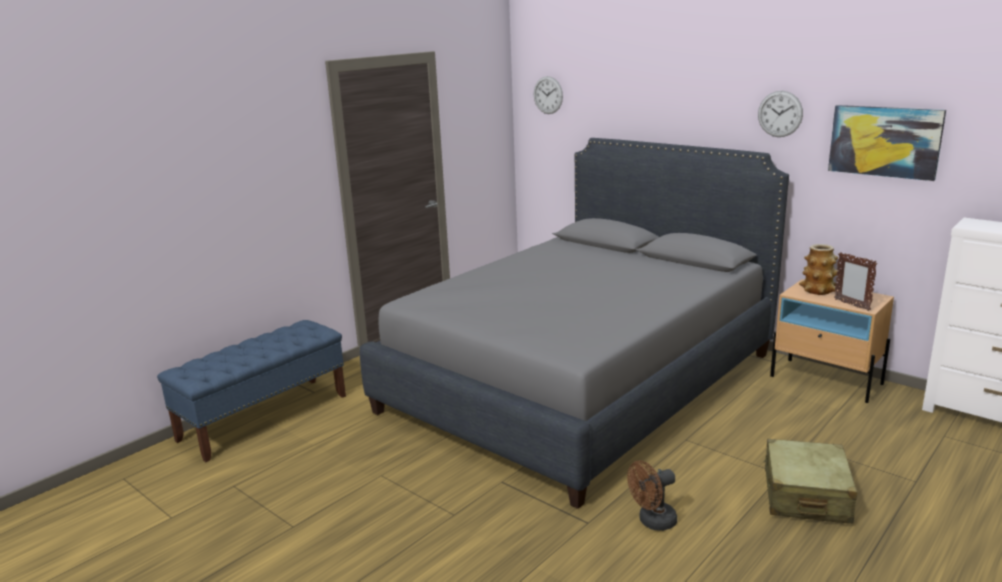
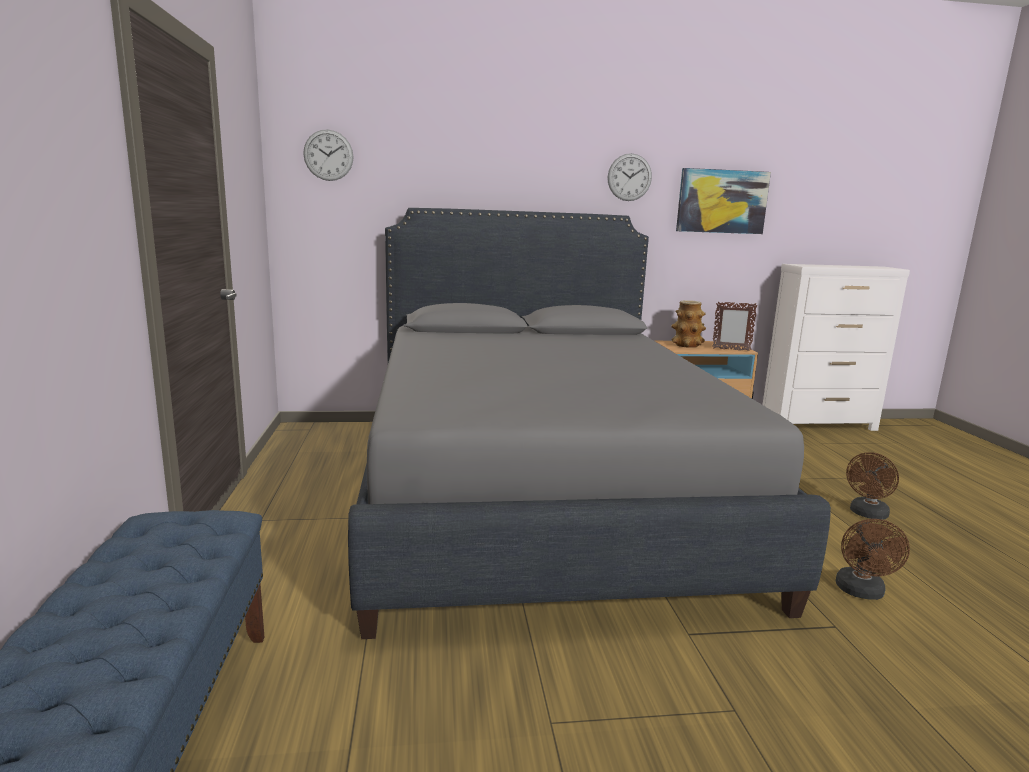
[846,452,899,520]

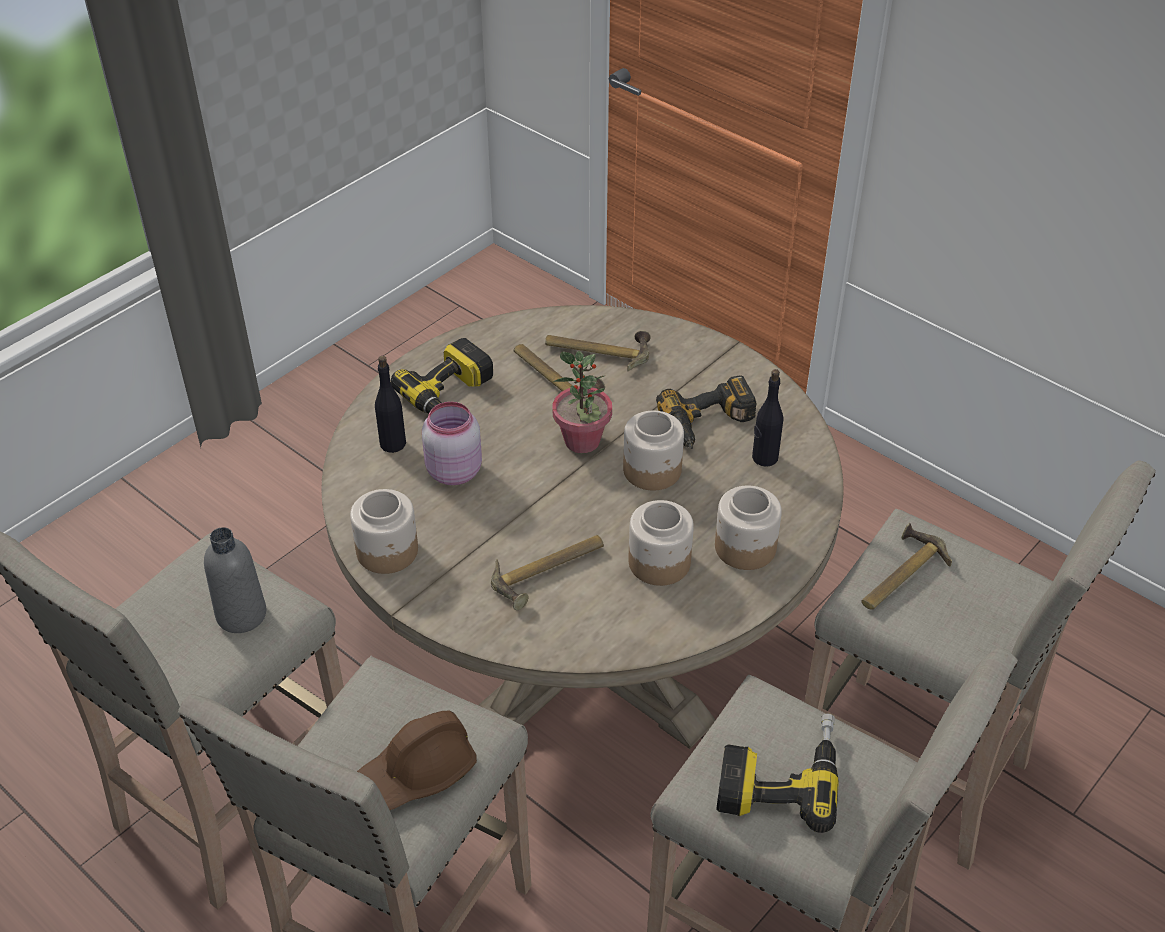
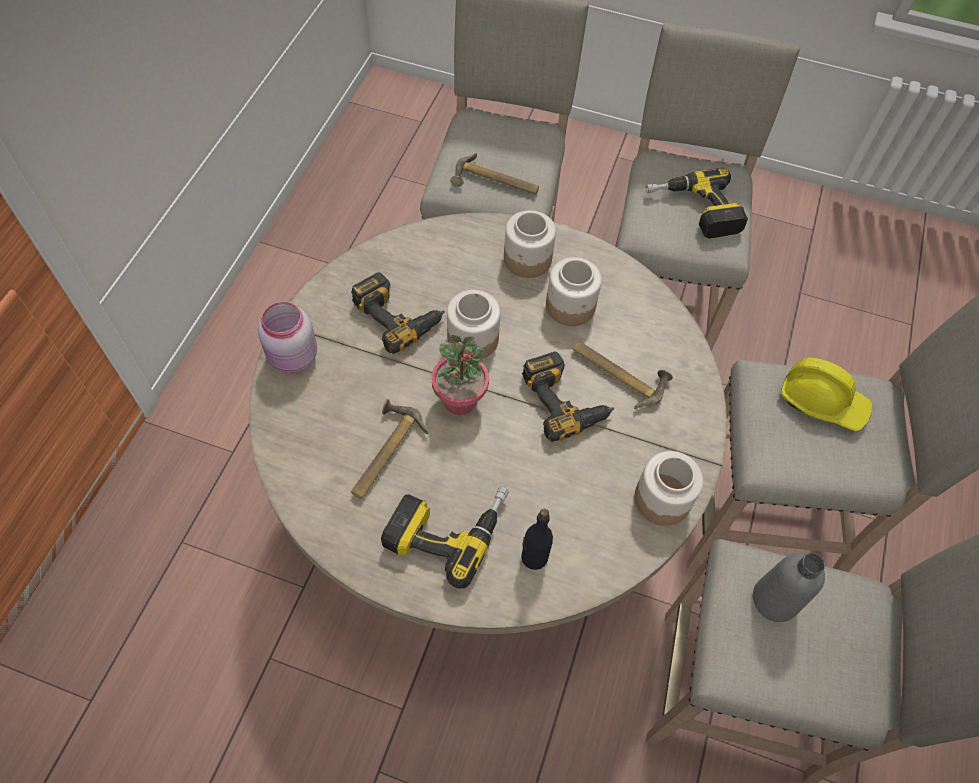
[781,358,872,431]
[258,302,317,373]
[545,330,651,371] (first image)
[752,369,783,467] (first image)
[522,352,614,442]

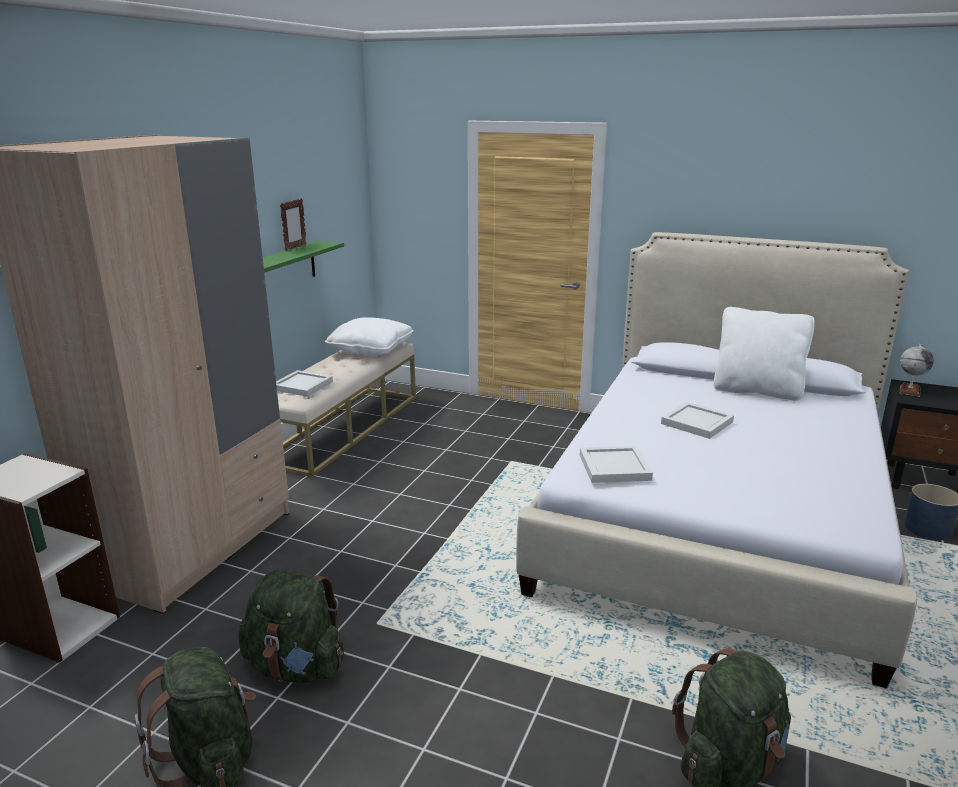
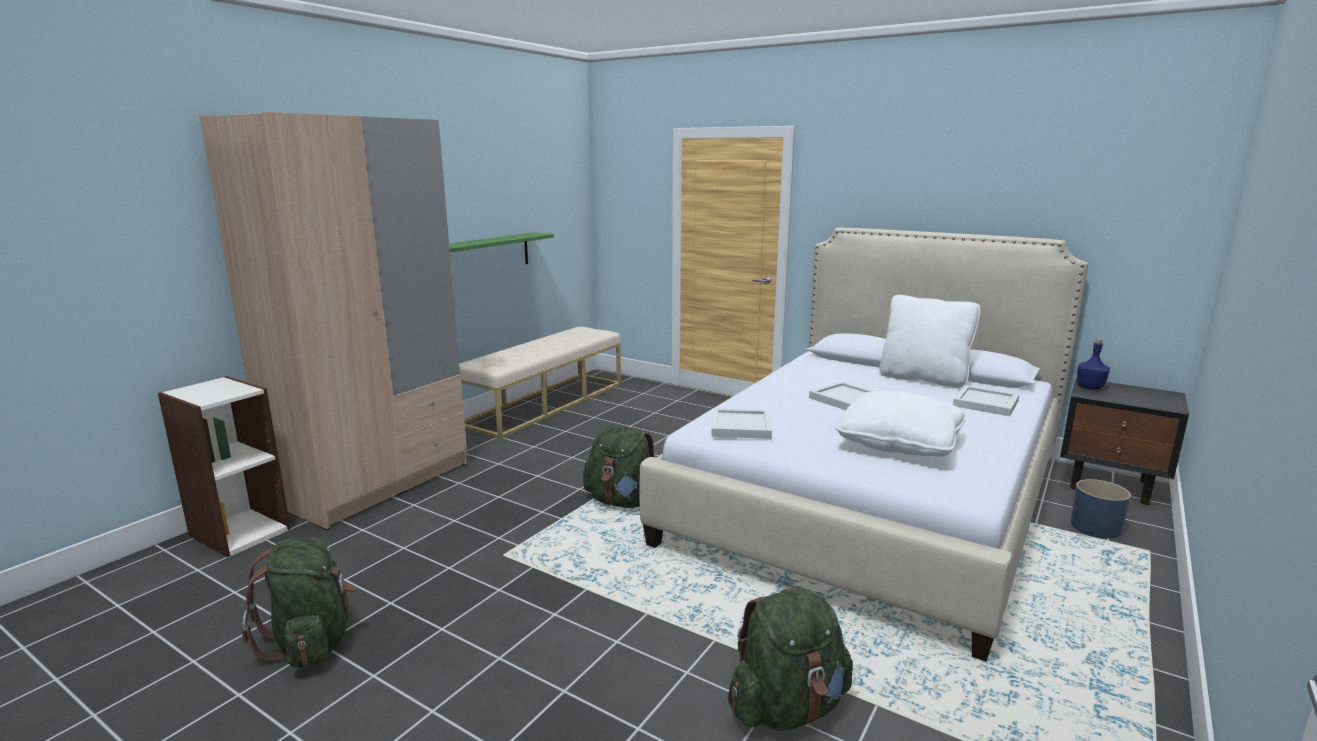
[583,425,656,508]
[953,385,1019,416]
[280,198,307,251] (first image)
[835,391,966,457]
[1077,339,1110,390]

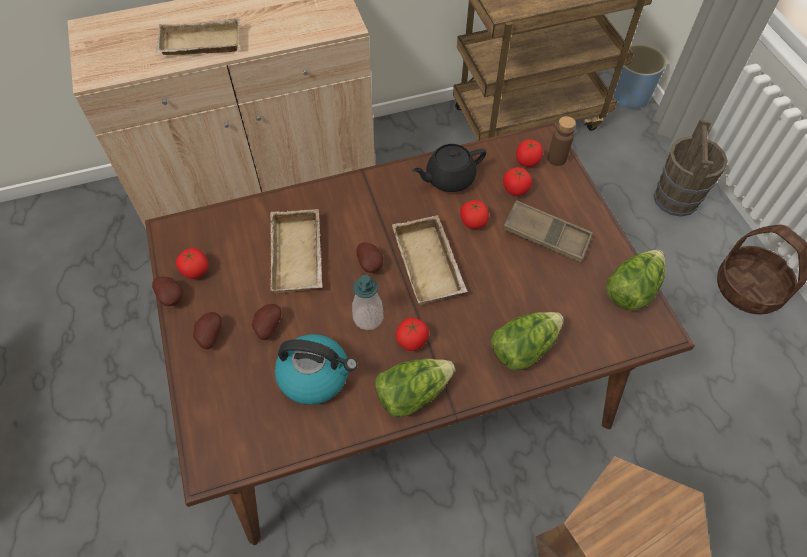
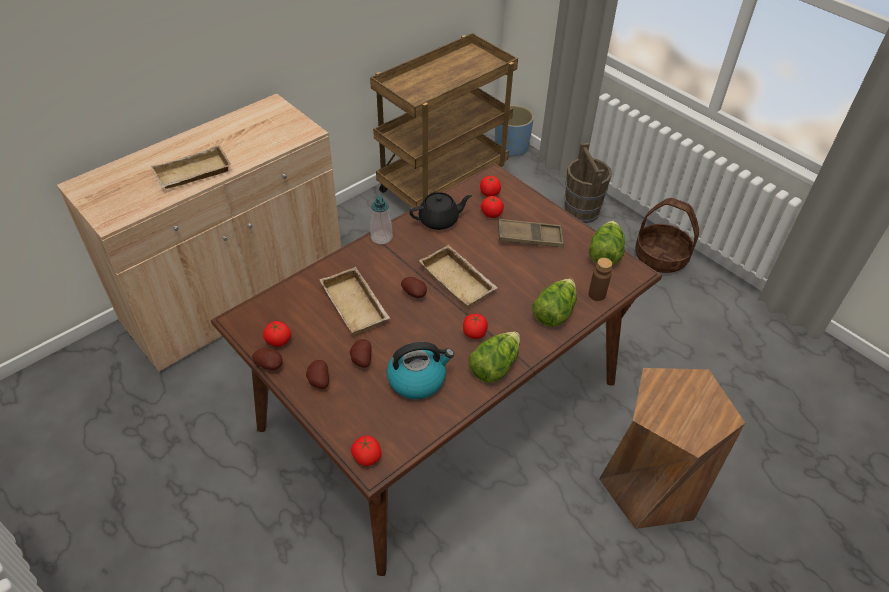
[370,196,393,244]
[409,192,472,230]
[351,436,381,466]
[588,258,612,301]

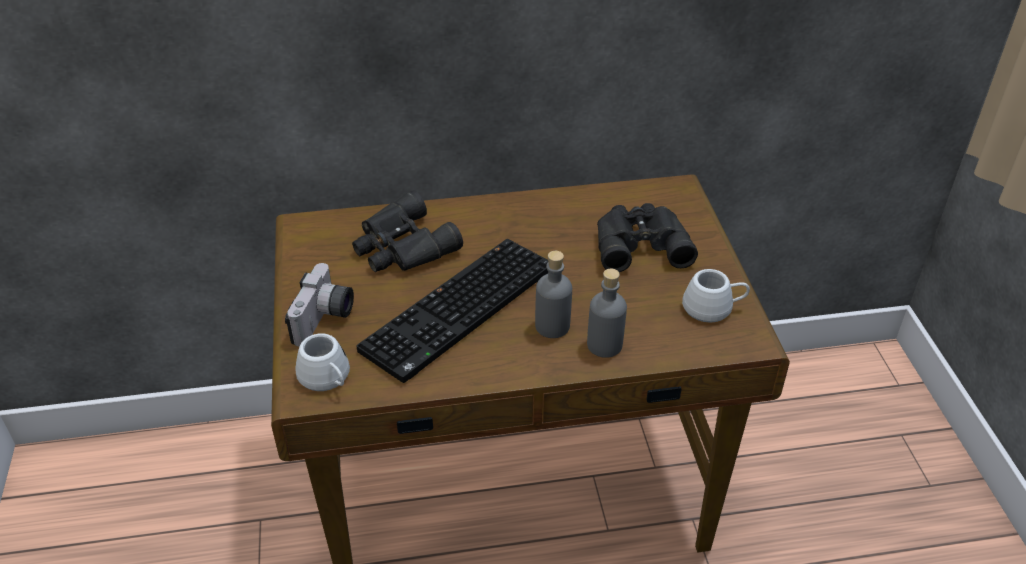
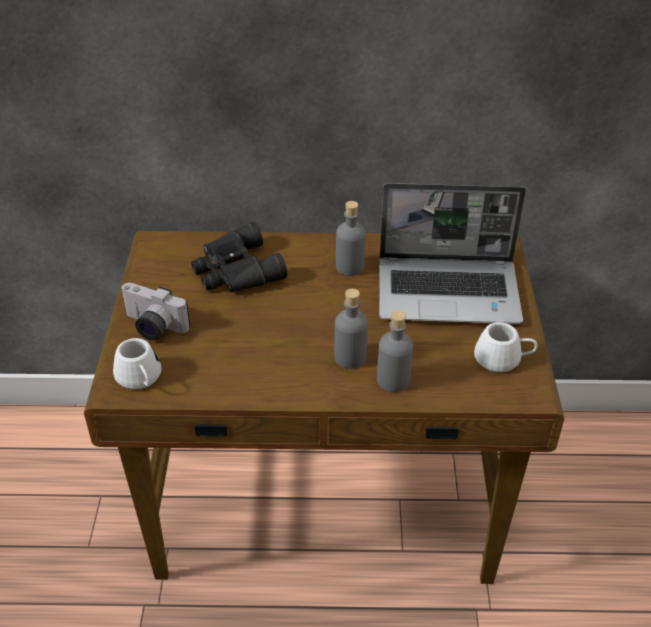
[120,283,190,341]
[356,239,548,383] (first image)
[379,183,526,324]
[336,201,366,276]

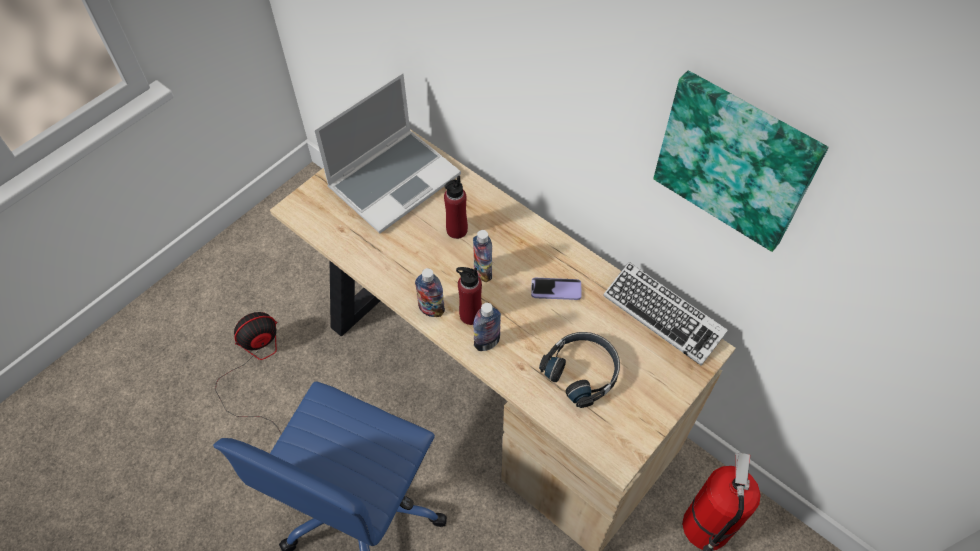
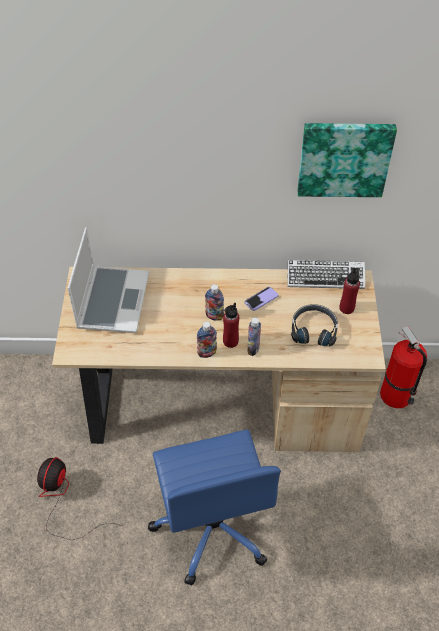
[339,268,360,314]

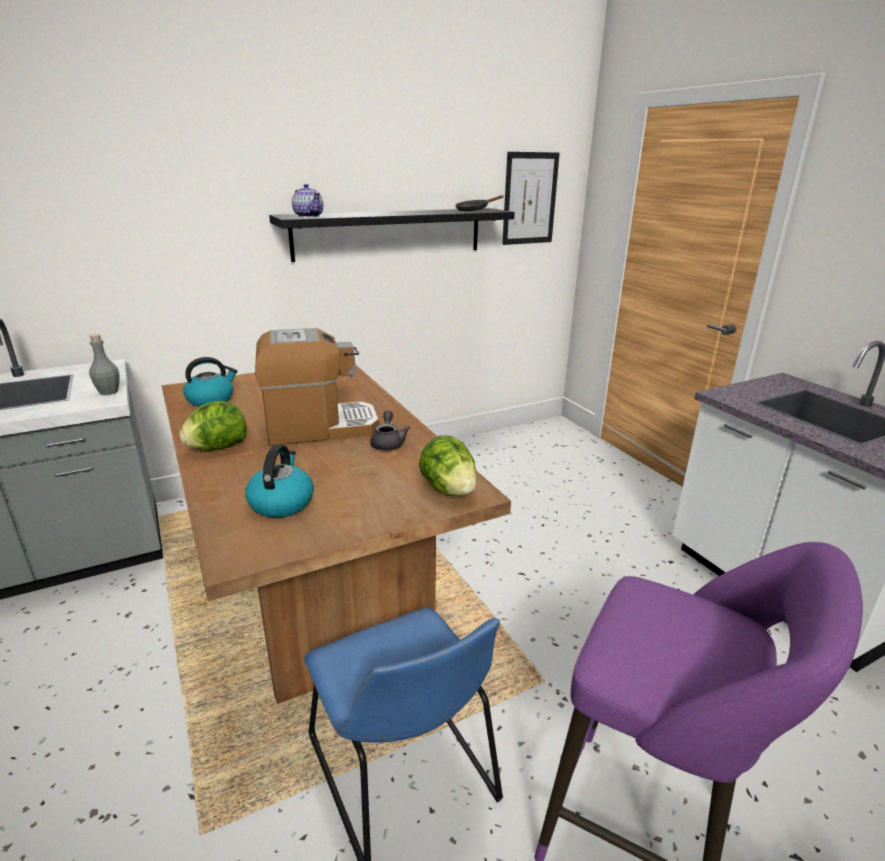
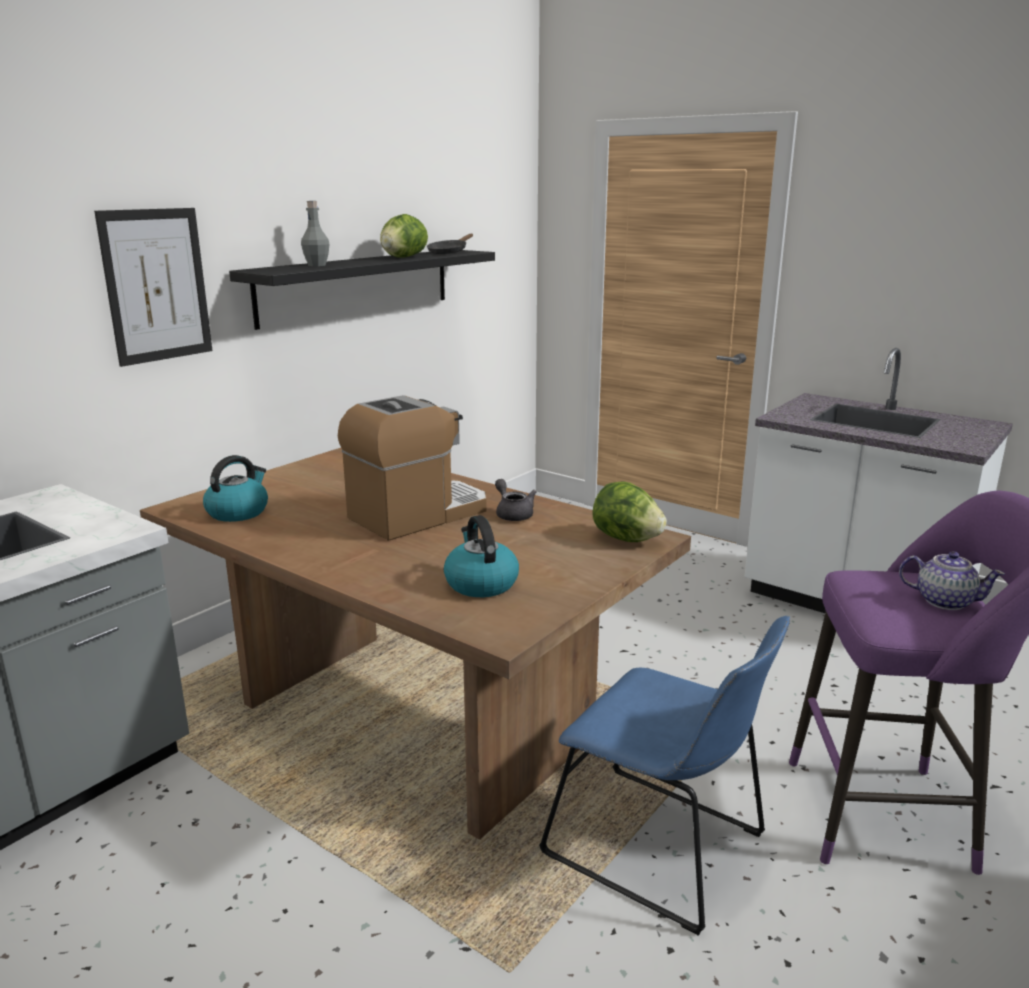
[301,201,329,266]
[380,214,428,258]
[899,551,1005,610]
[94,208,212,367]

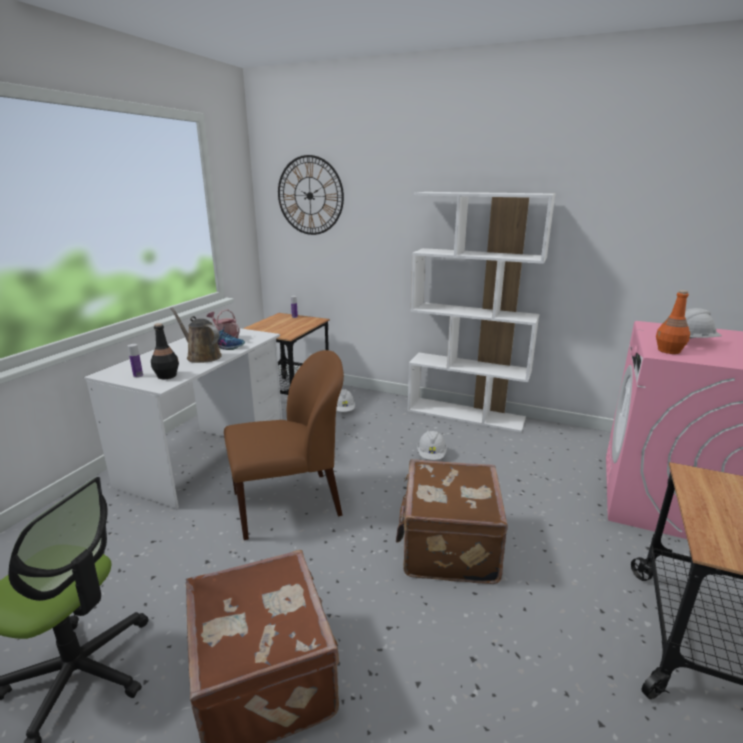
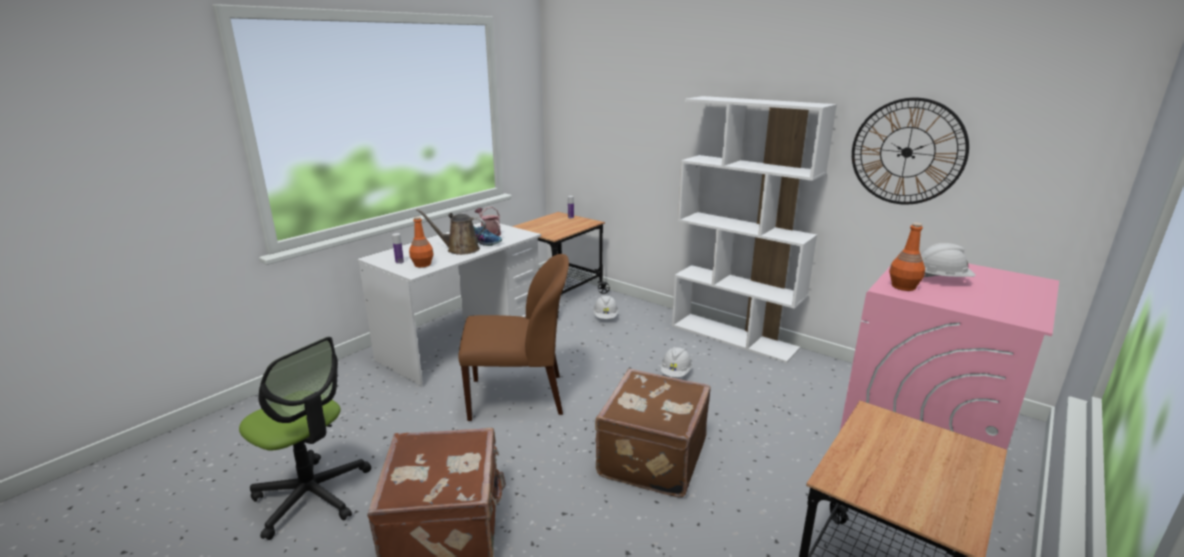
[409,216,434,268]
[416,209,486,255]
[852,98,969,205]

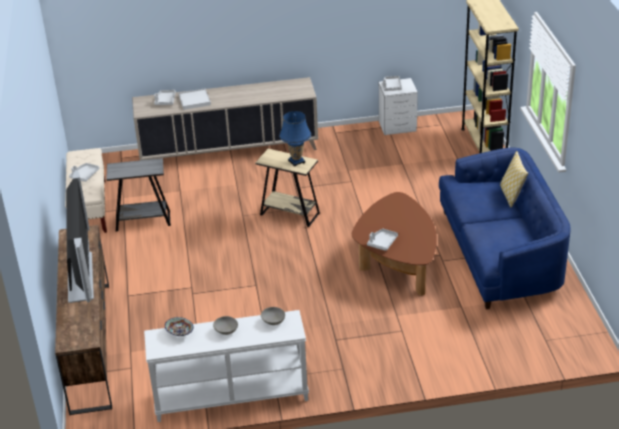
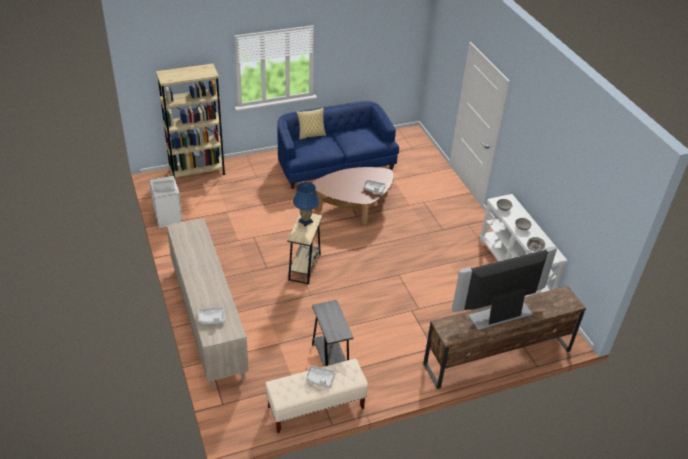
[178,88,211,110] (first image)

